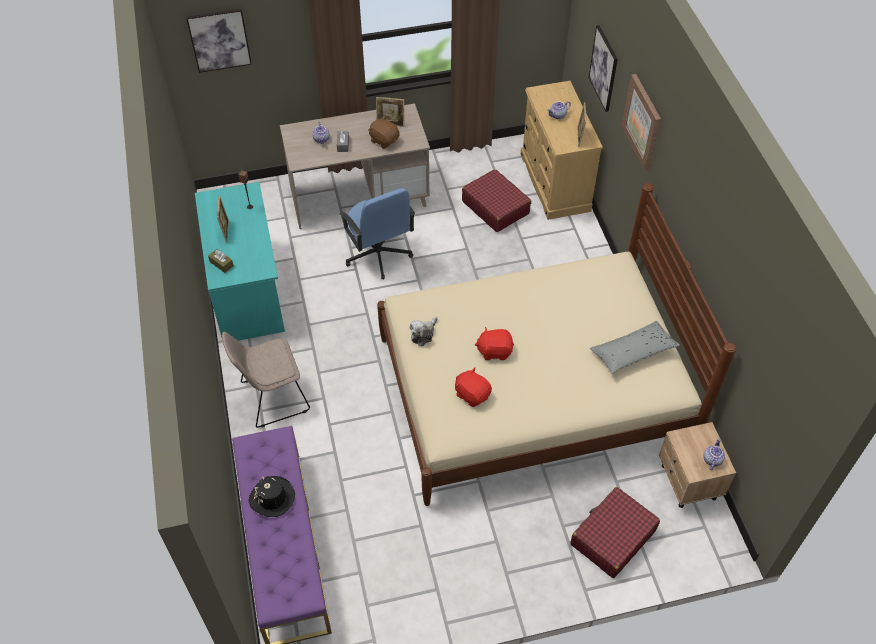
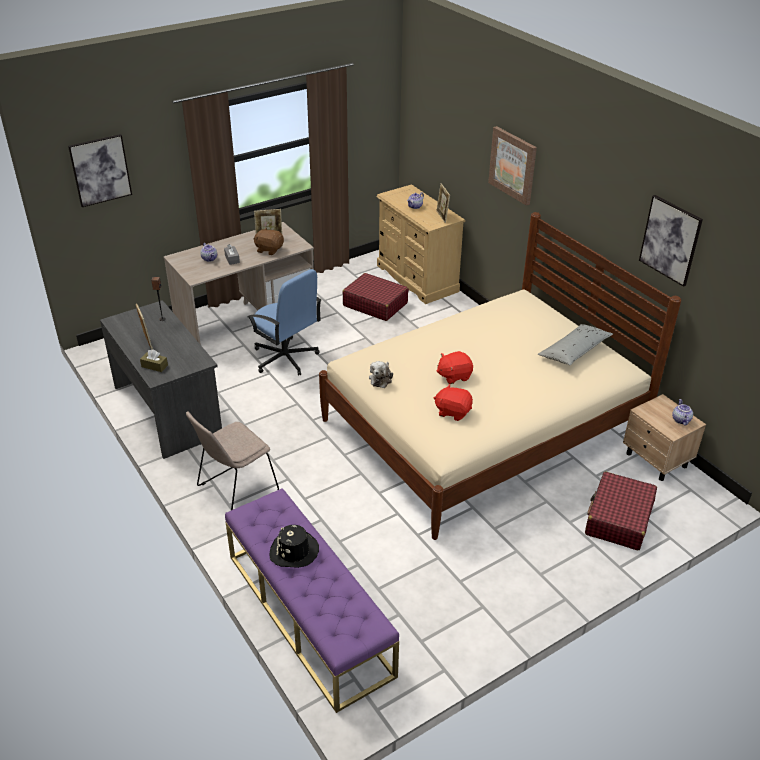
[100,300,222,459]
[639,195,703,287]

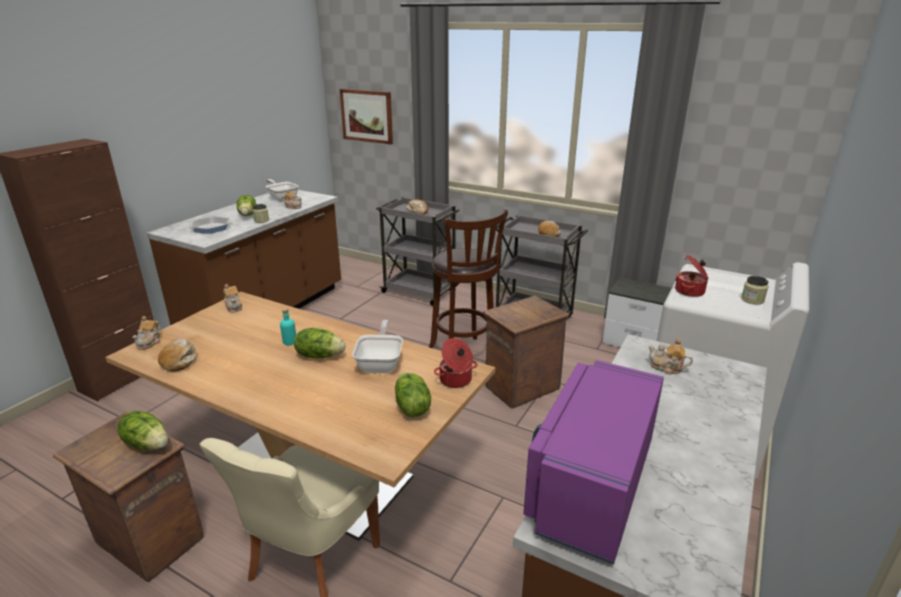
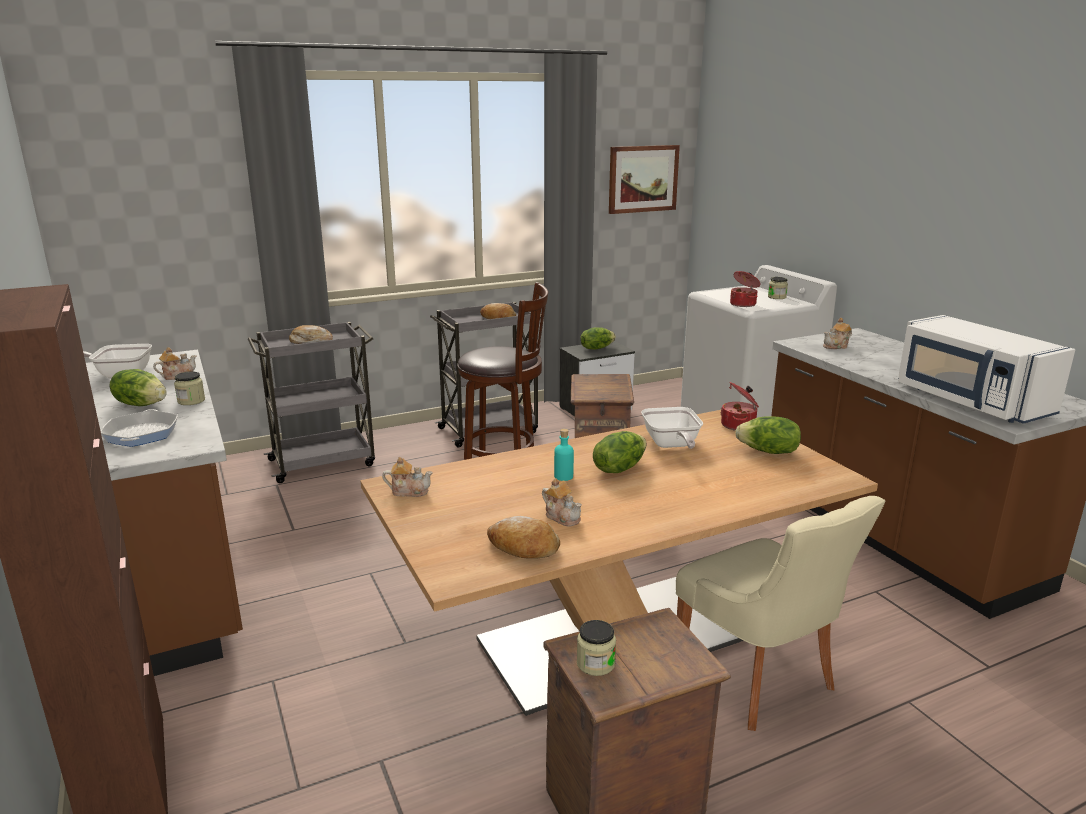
[581,327,616,350]
[542,478,582,527]
[609,145,680,214]
[641,407,703,449]
[898,315,1075,424]
[577,620,616,676]

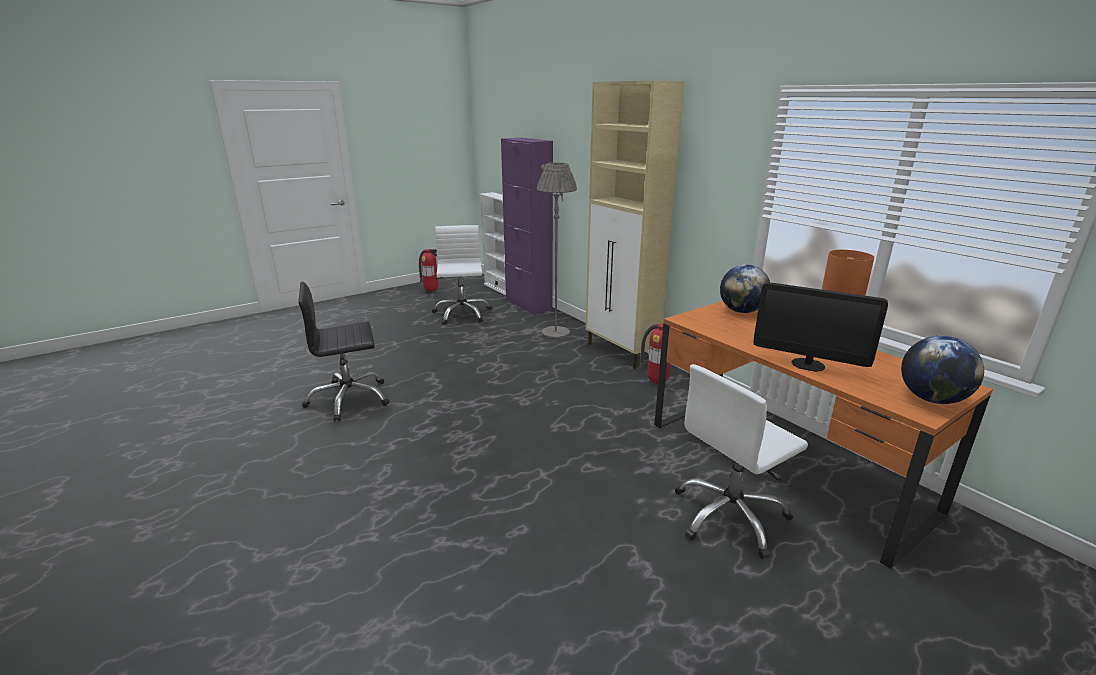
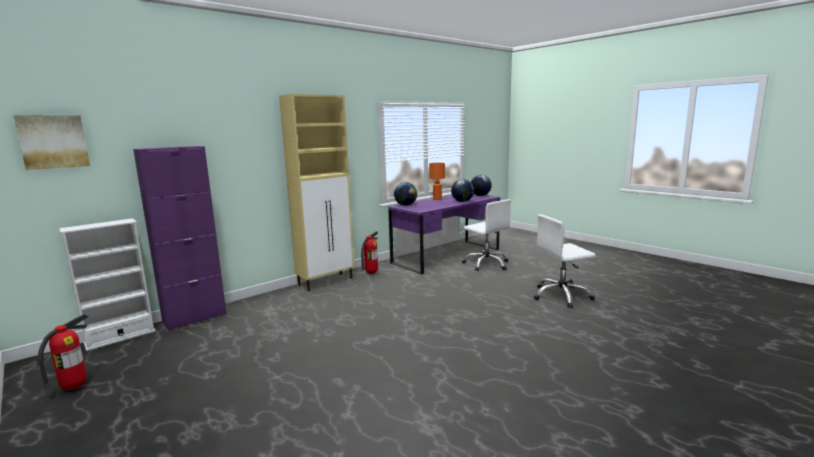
[298,282,389,422] (first image)
[534,214,596,308]
[537,163,577,338] (first image)
[388,194,500,274]
[451,179,474,202]
[14,115,90,170]

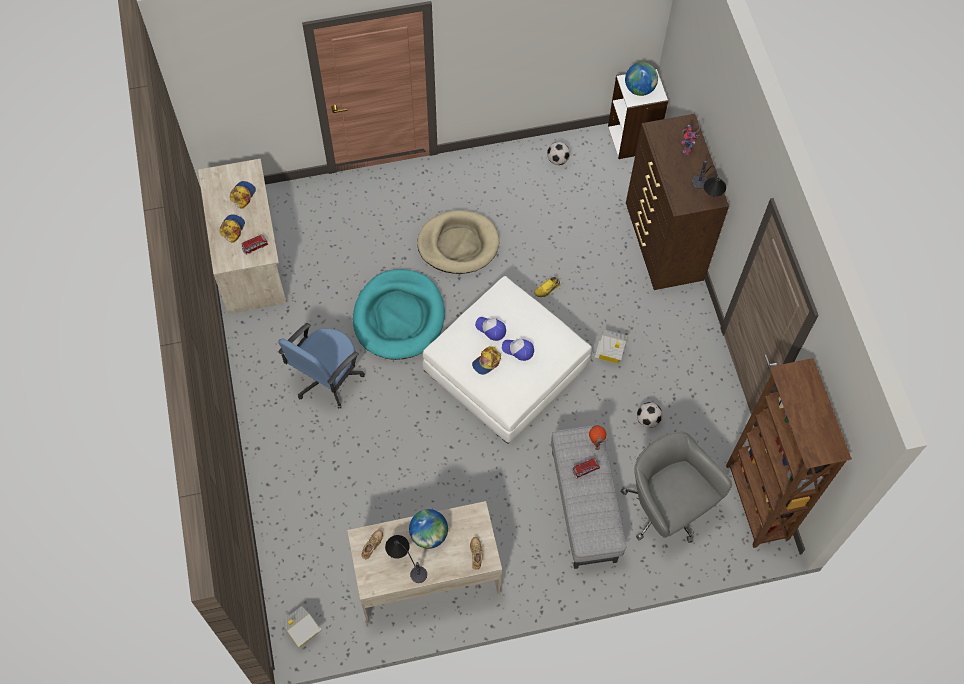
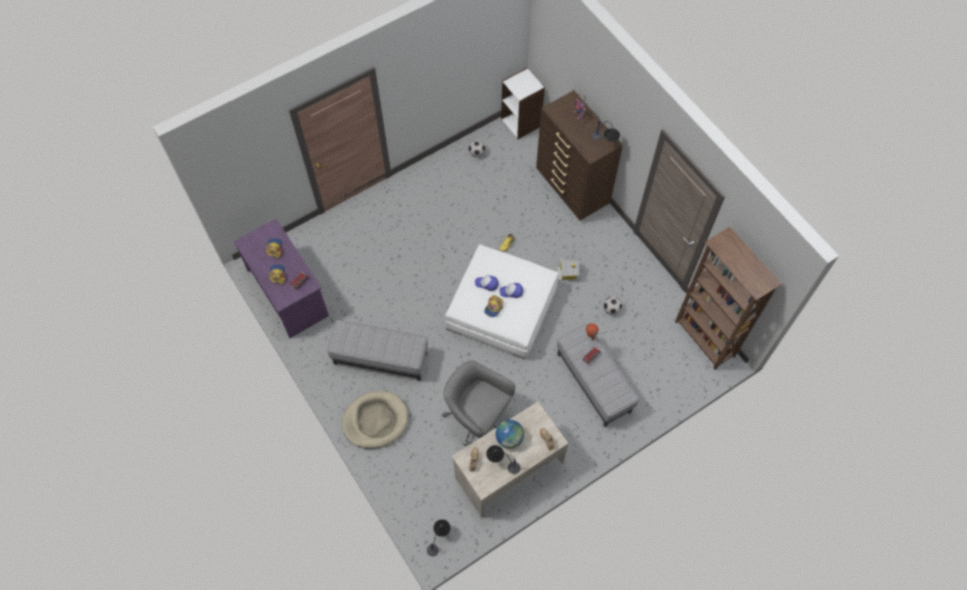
[234,219,329,338]
[327,320,428,381]
[427,519,451,557]
[353,269,445,360] (first image)
[342,391,408,449]
[442,360,515,446]
[625,62,658,96] (first image)

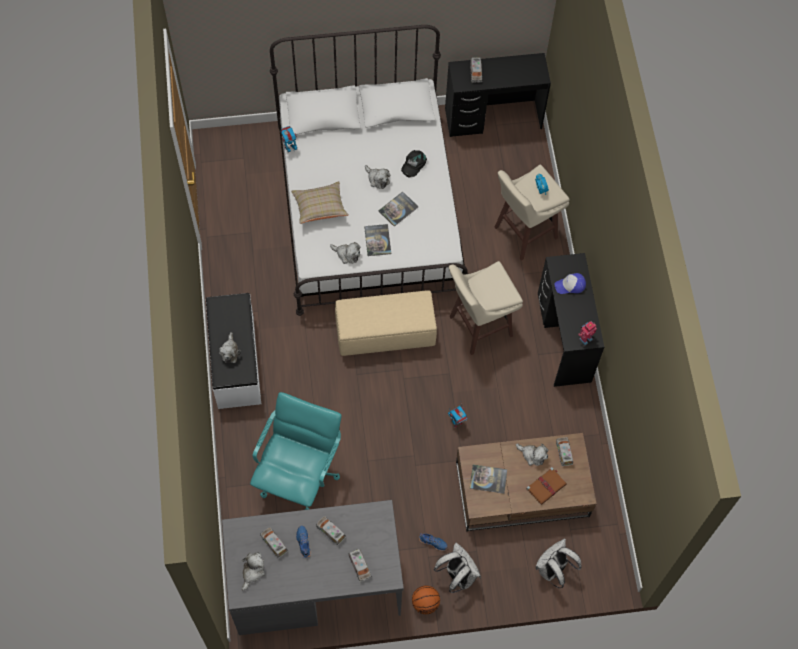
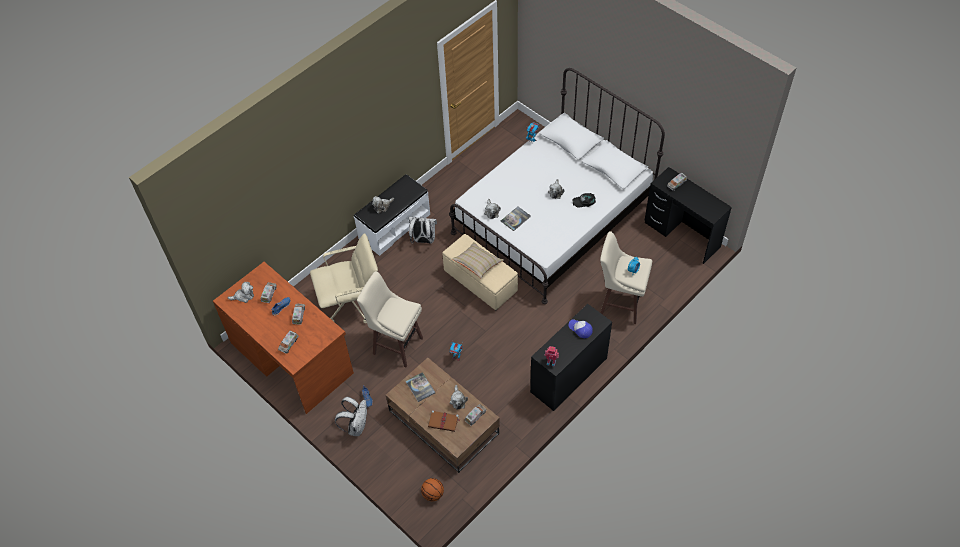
[213,262,354,414]
[310,233,378,323]
[452,242,504,278]
[378,191,418,226] (first image)
[421,478,444,501]
[357,271,423,367]
[408,217,437,244]

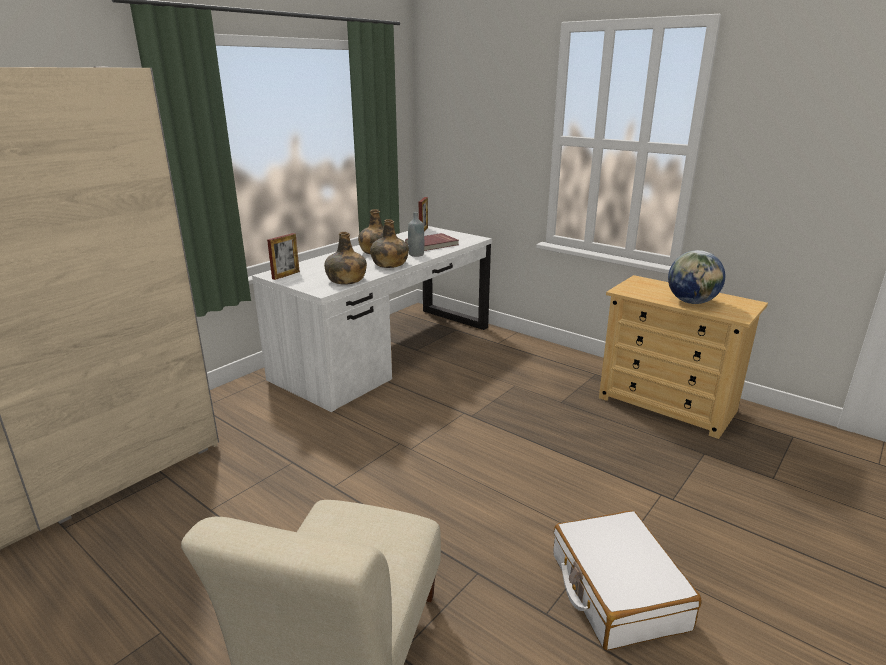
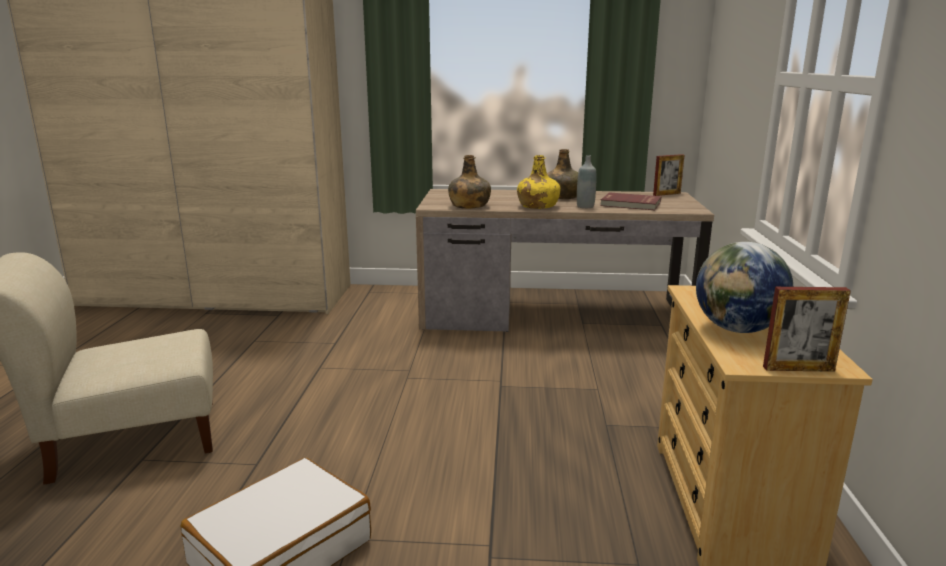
[416,189,714,332]
[763,287,851,372]
[517,155,561,209]

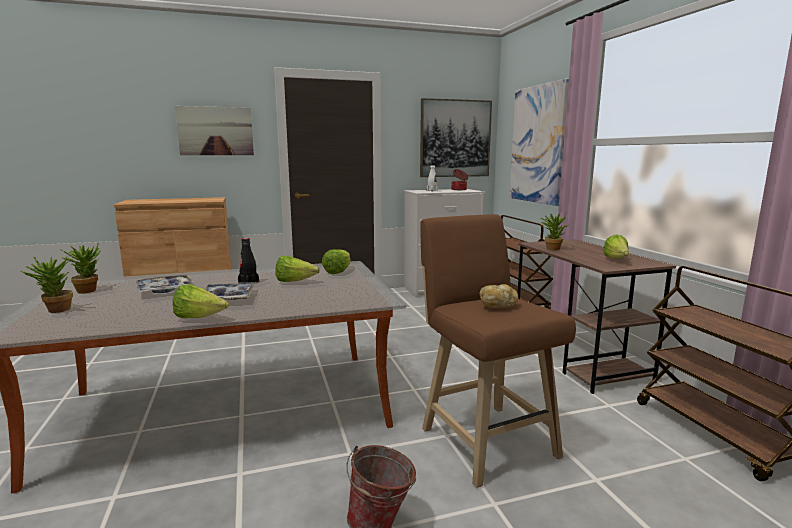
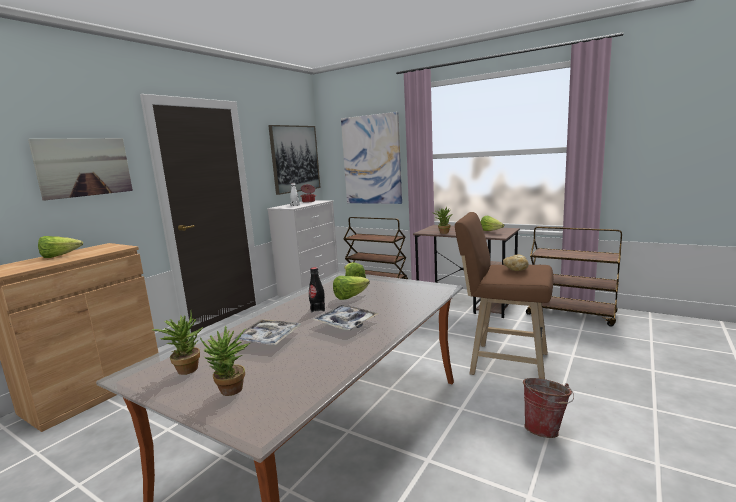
[38,236,83,258]

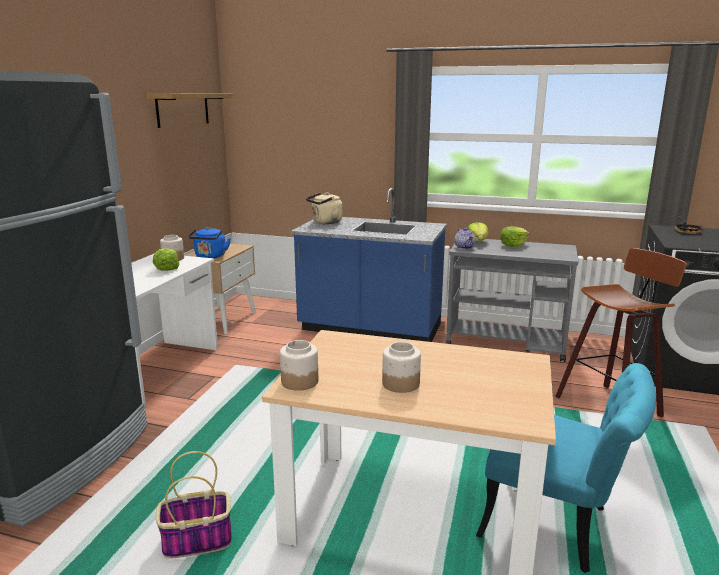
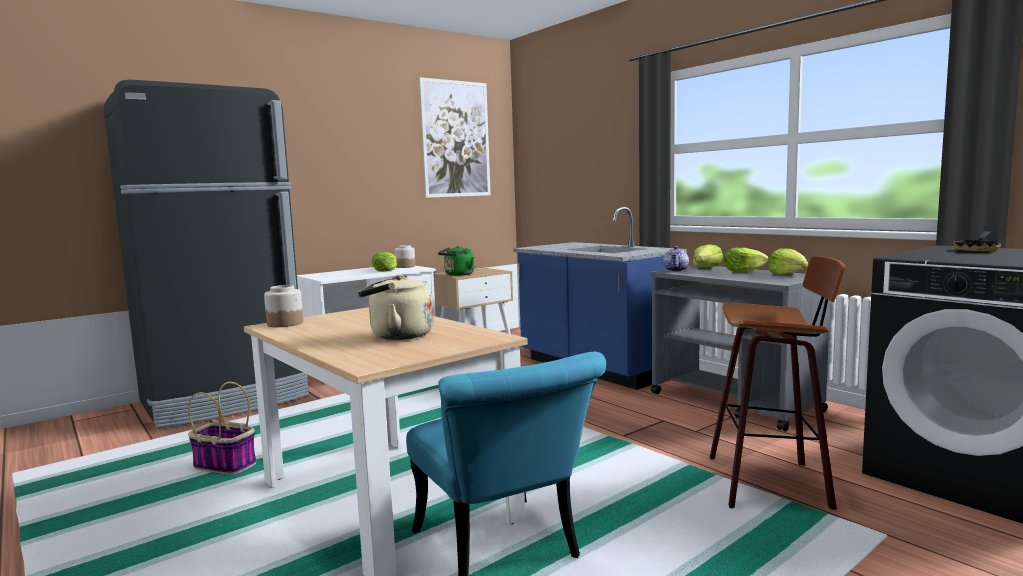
[419,77,491,198]
[438,246,474,276]
[358,275,434,340]
[382,342,421,393] (first image)
[768,248,808,275]

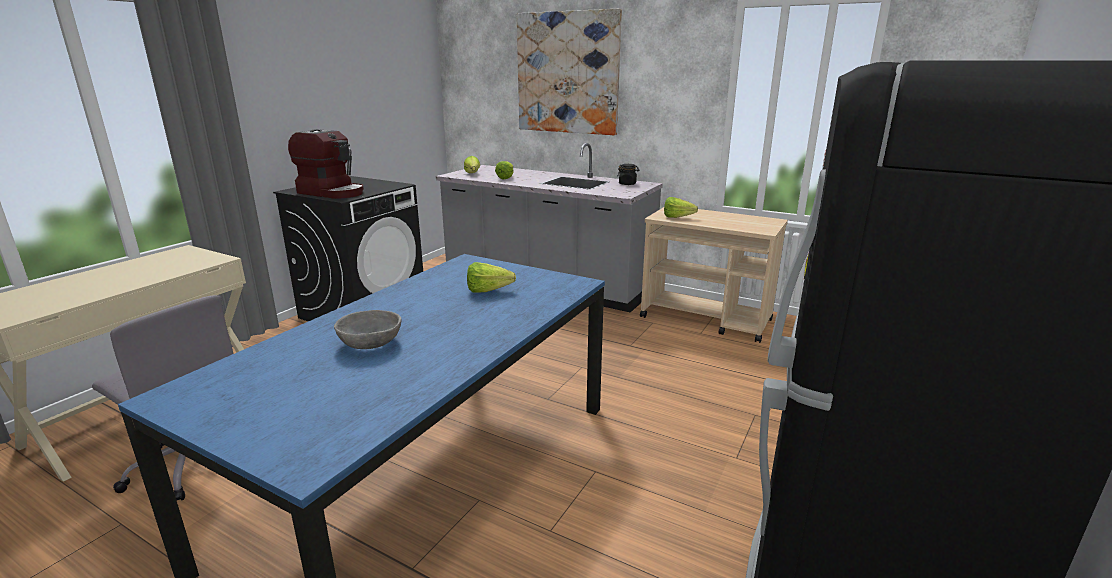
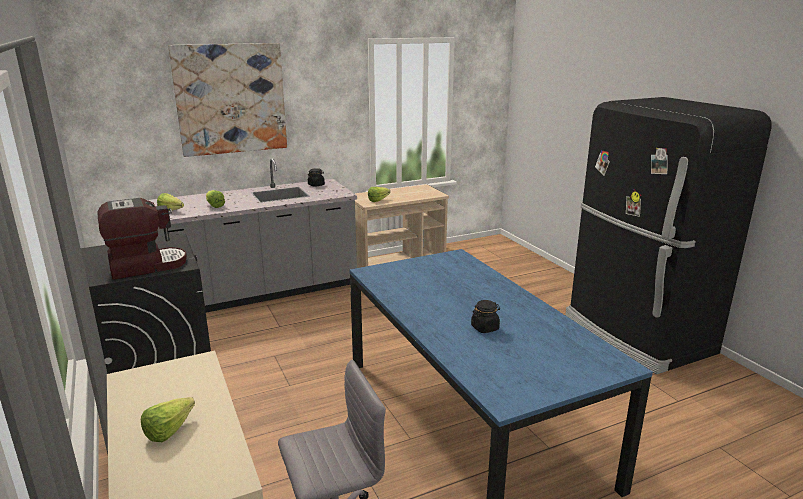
[471,300,500,333]
[141,397,195,442]

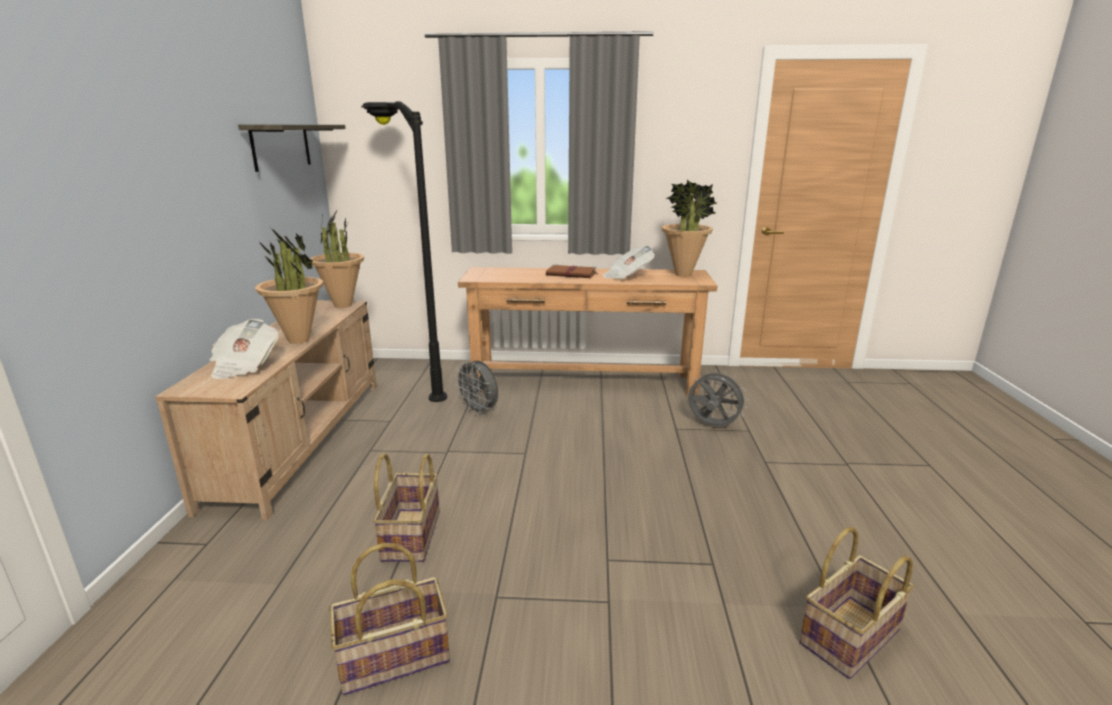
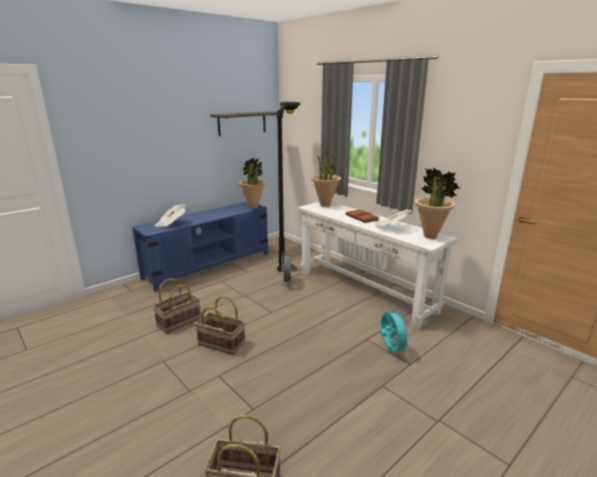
[132,202,268,292]
[311,150,341,207]
[195,296,245,355]
[297,202,458,329]
[380,308,411,353]

